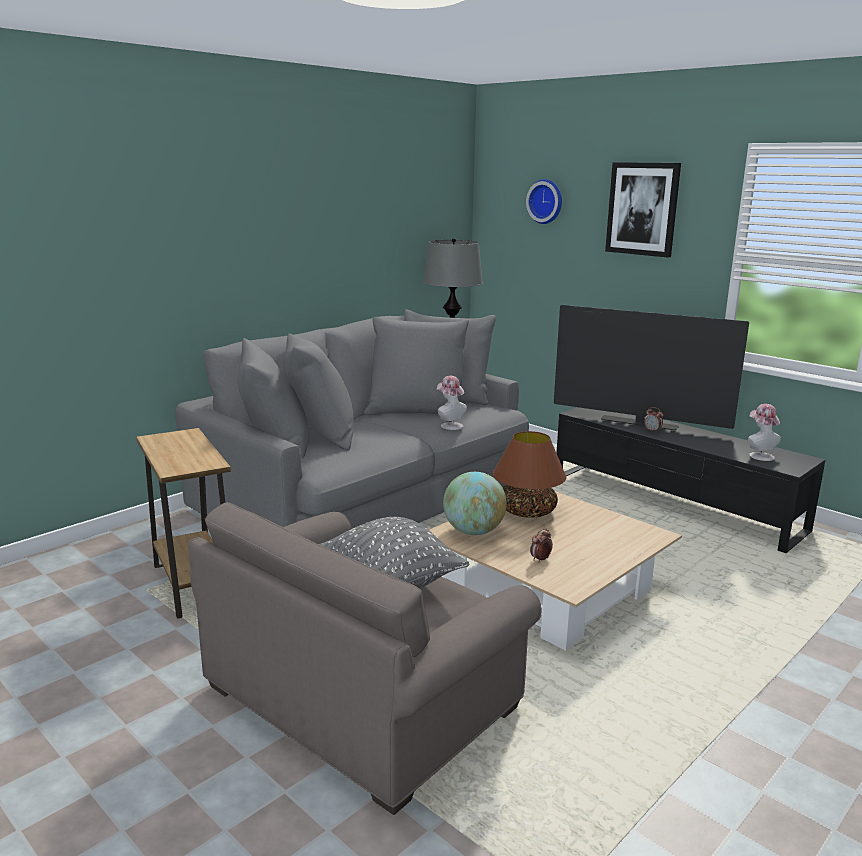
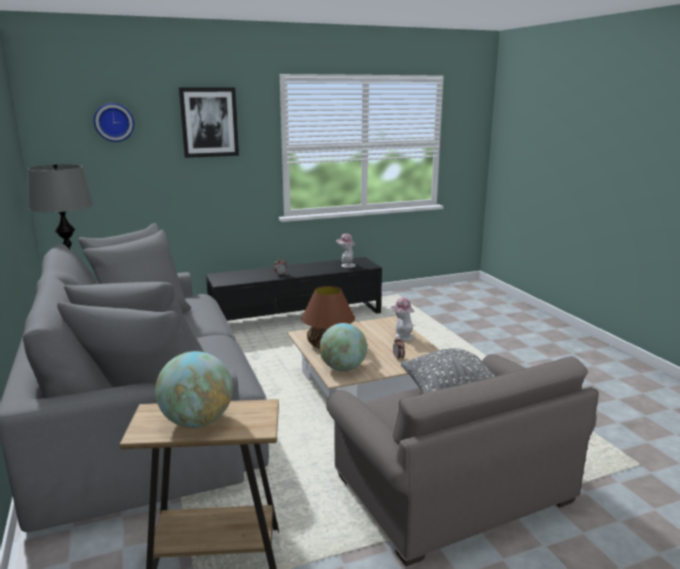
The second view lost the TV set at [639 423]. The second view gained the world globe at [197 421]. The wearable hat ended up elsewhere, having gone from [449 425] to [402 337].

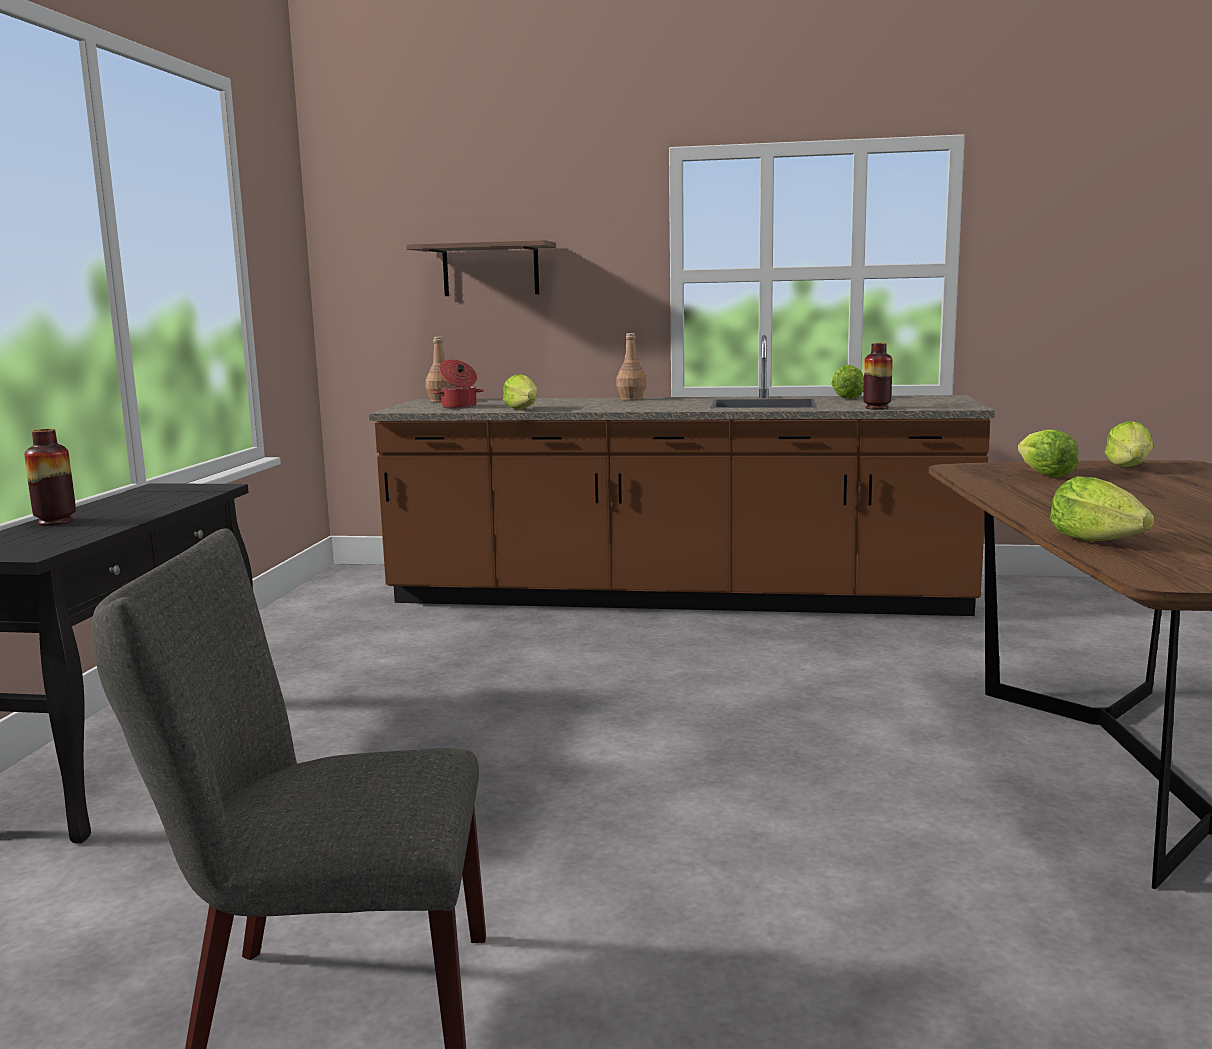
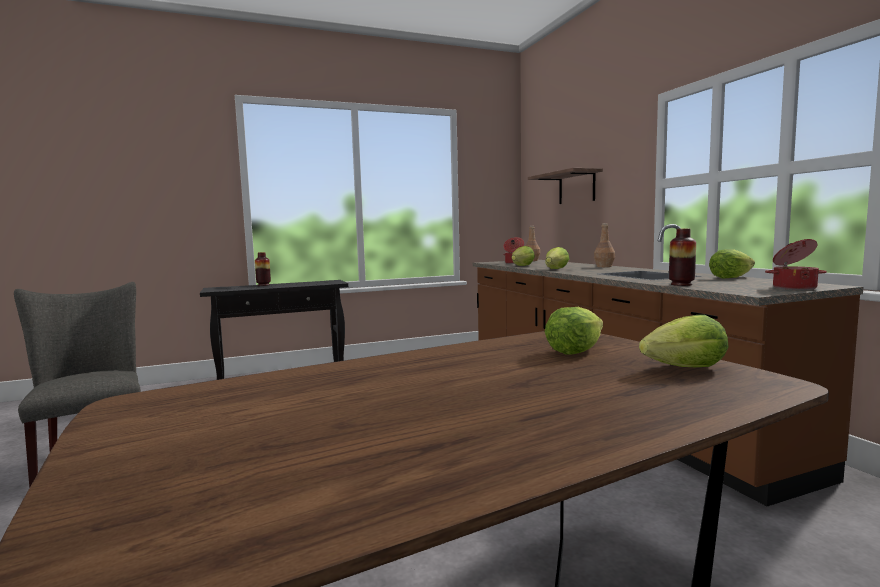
The second view gained the cooking pot at [793 288]. The head of lettuce ended up elsewhere, having gone from [1095 541] to [556 269].

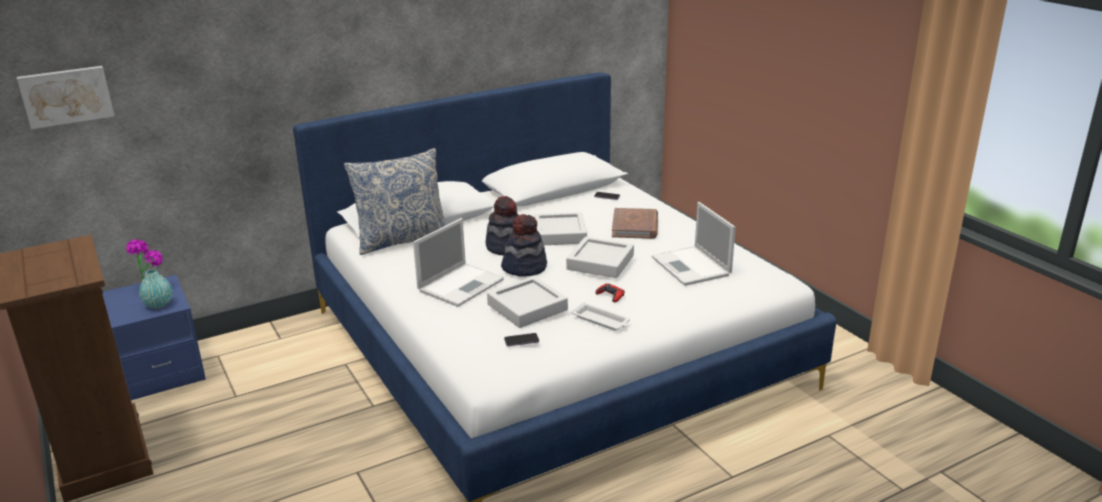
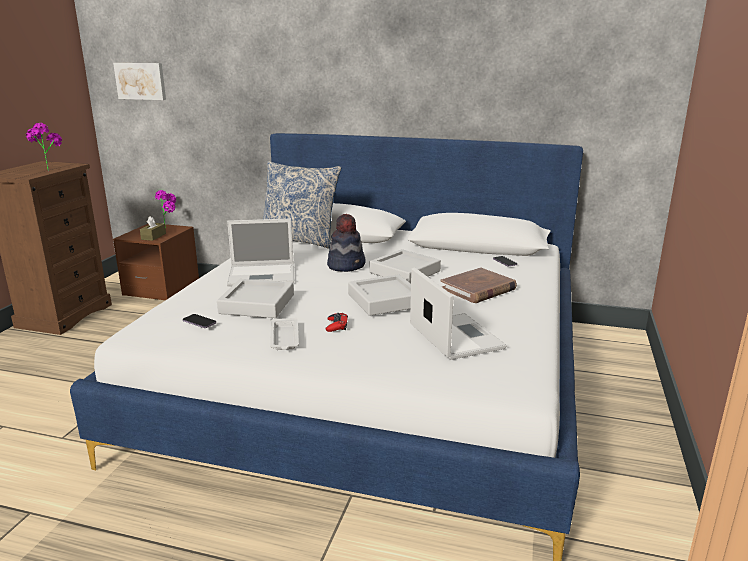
The second view lost the wearable hat at [524 267]. The second view gained the potted plant at [49 170]. Where the flower vase (turquoise-coloured) stood at [158 304], the tissue box (brown) came to stand at [153 236]. What was the nightstand (blue) at [161 371] turned into the nightstand (brown) at [162 288]. The notebook computer at [692 267] ended up facing another way, 135 degrees clockwise from before.

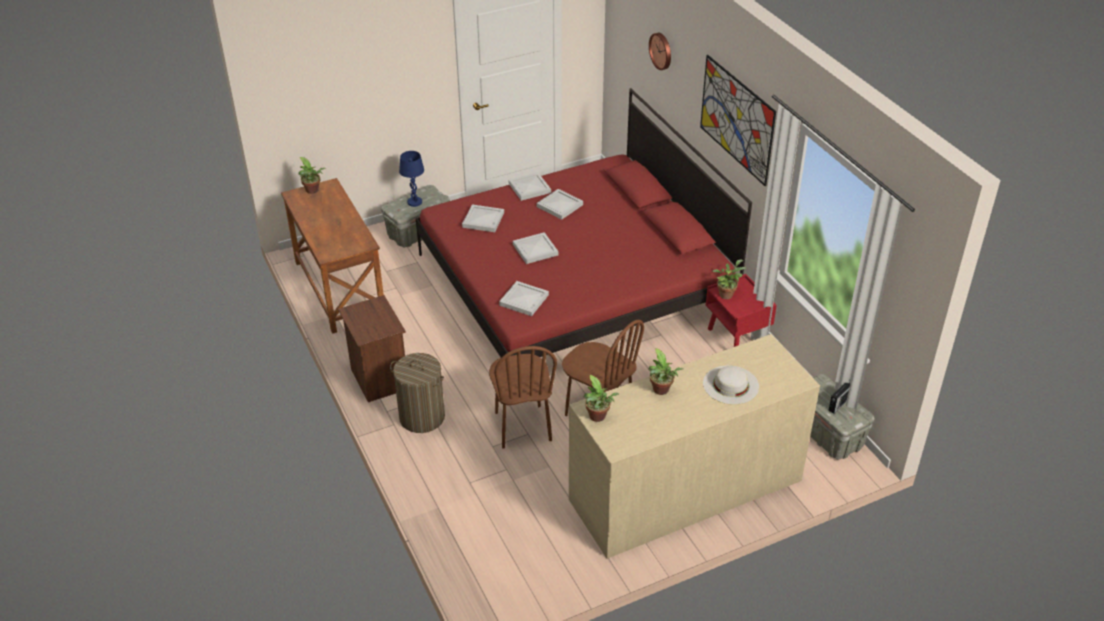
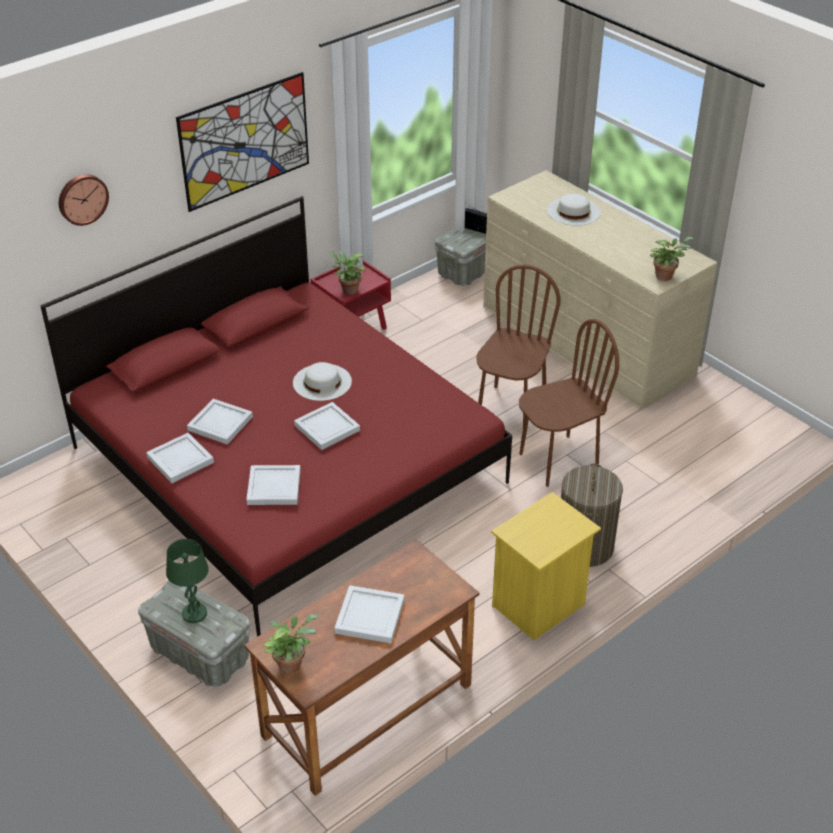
The second view lost the potted plant at [661 391]. The second view gained the wearable hat (white-coloured) at [322 382]. The serving tray (white-coloured) ended up elsewhere, having gone from [524 300] to [371 616]. What was the nightstand (brown) at [378 379] turned into the nightstand (yellow-coloured) at [540 606]. What was the lamp for a table (blue) at [415 202] turned into the lamp for a table (green-coloured) at [194 613].

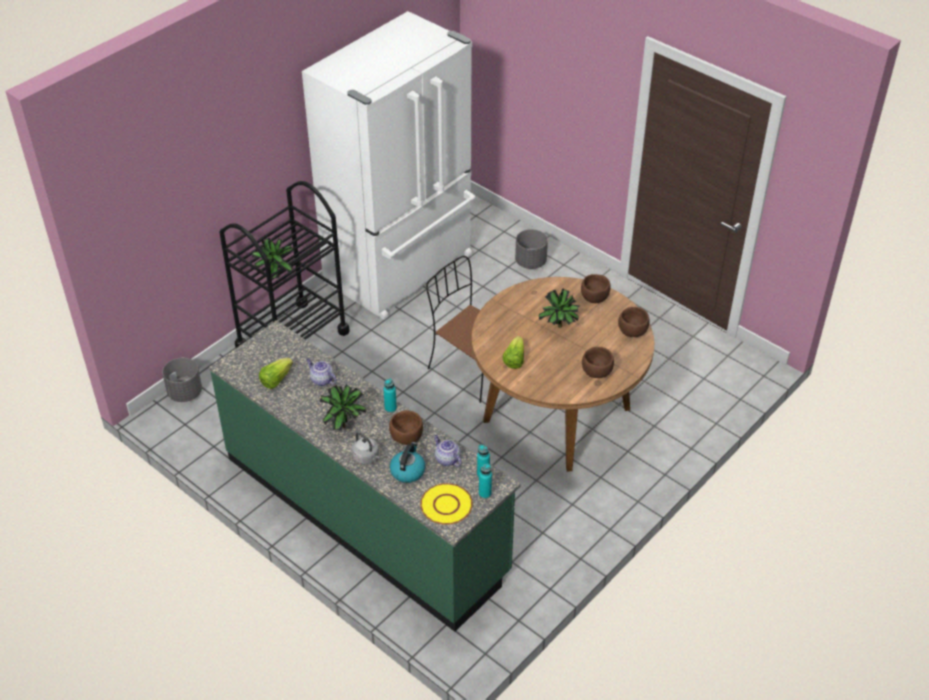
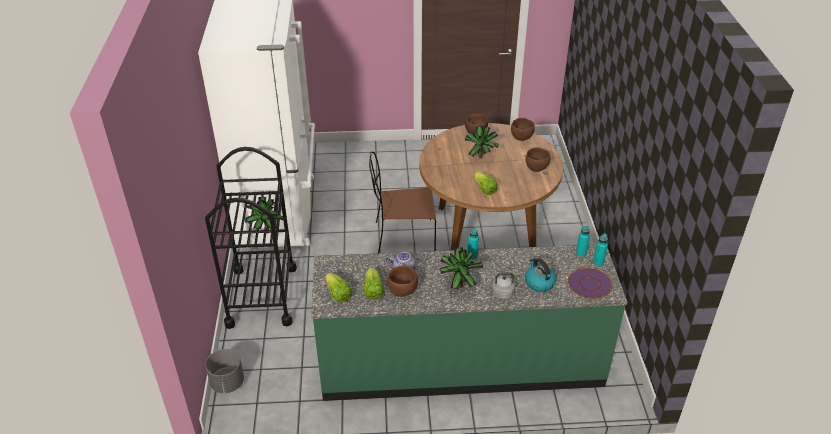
The second view lost the tea pot at [447 459]. The second view lost the plant pot (greyish) at [530 262]. The second view gained the head of lettuce at [338 294]. The bowl (brown) ended up elsewhere, having gone from [407 438] to [403 290]. What was the flat dish (yellow-coloured) at [446 505] turned into the flat dish (purplish) at [589 284].

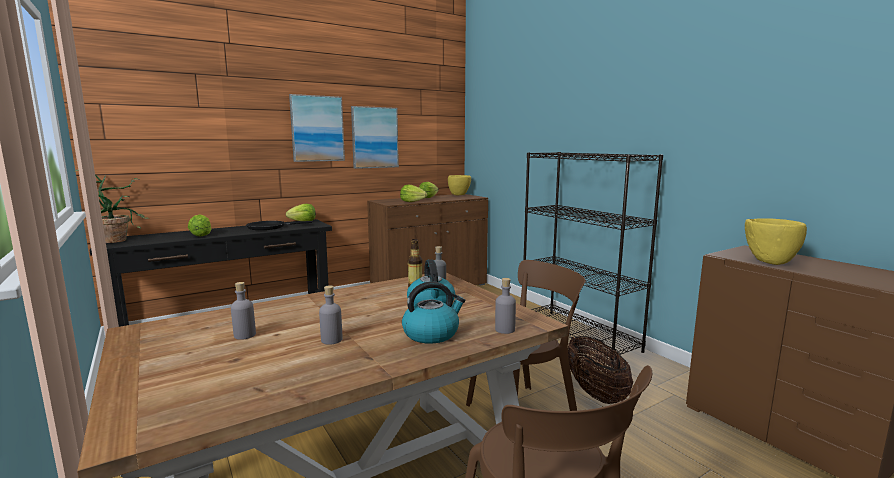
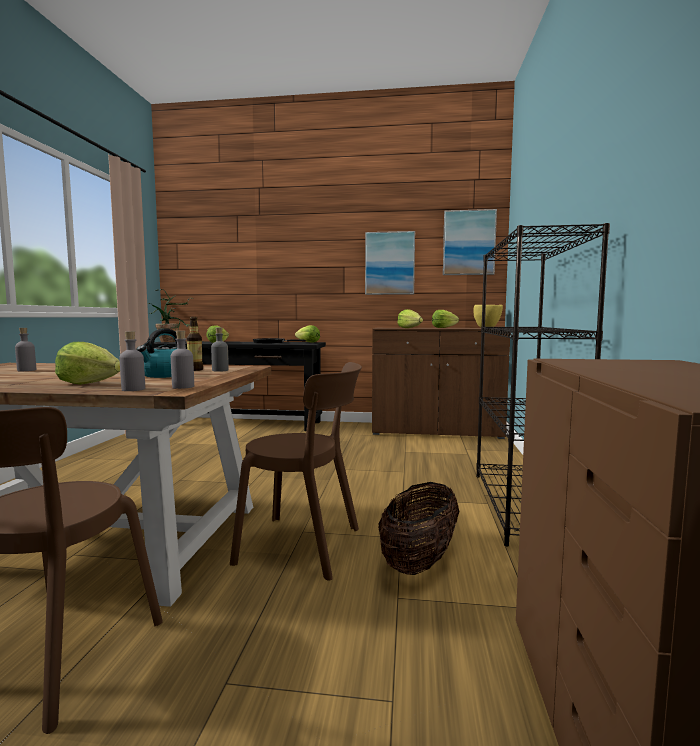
The second view lost the bowl (yellow-coloured) at [769 262]. The wall art ended up elsewhere, having gone from [317 128] to [469 243]. The beverage bottle (greyish) ended up elsewhere, having gone from [331 340] to [183 387]. Where the kettle stood at [431 334], the head of lettuce came to stand at [89 383].

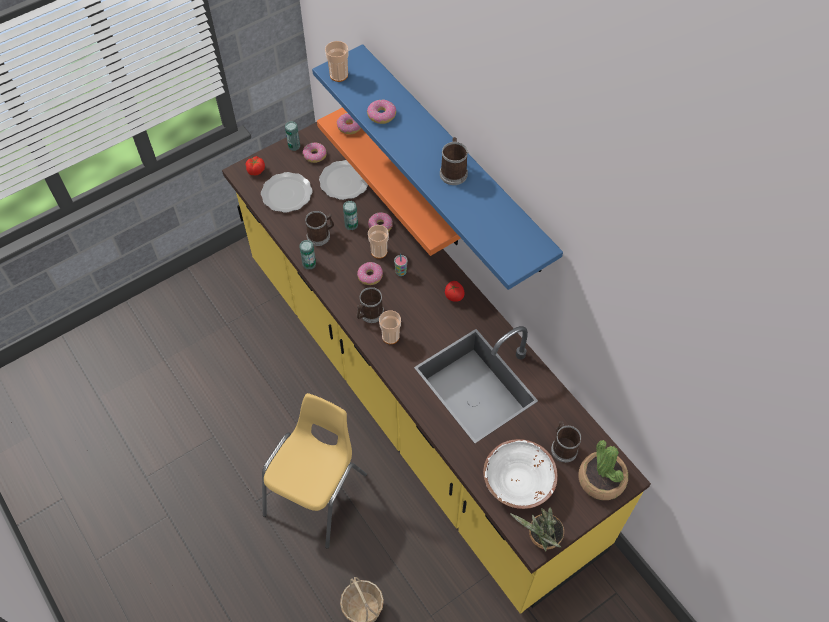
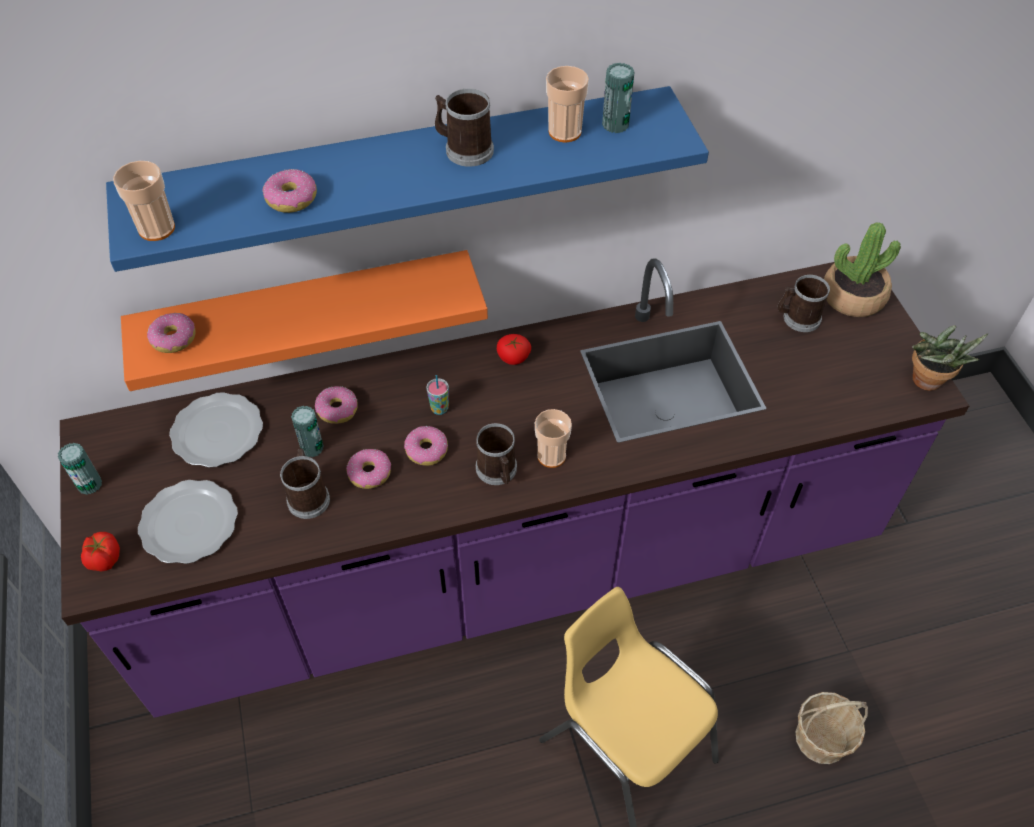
The second view lost the bowl (white-coloured) at [518 482]. The sealed can ended up elsewhere, having gone from [309 264] to [615 124]. The donut ended up elsewhere, having gone from [314 155] to [369 473]. The small cup ended up elsewhere, having gone from [379 251] to [564 132]. What was the kitchen base unit (yellow-coloured) at [414 398] turned into the kitchen base unit (purplish) at [517 566].

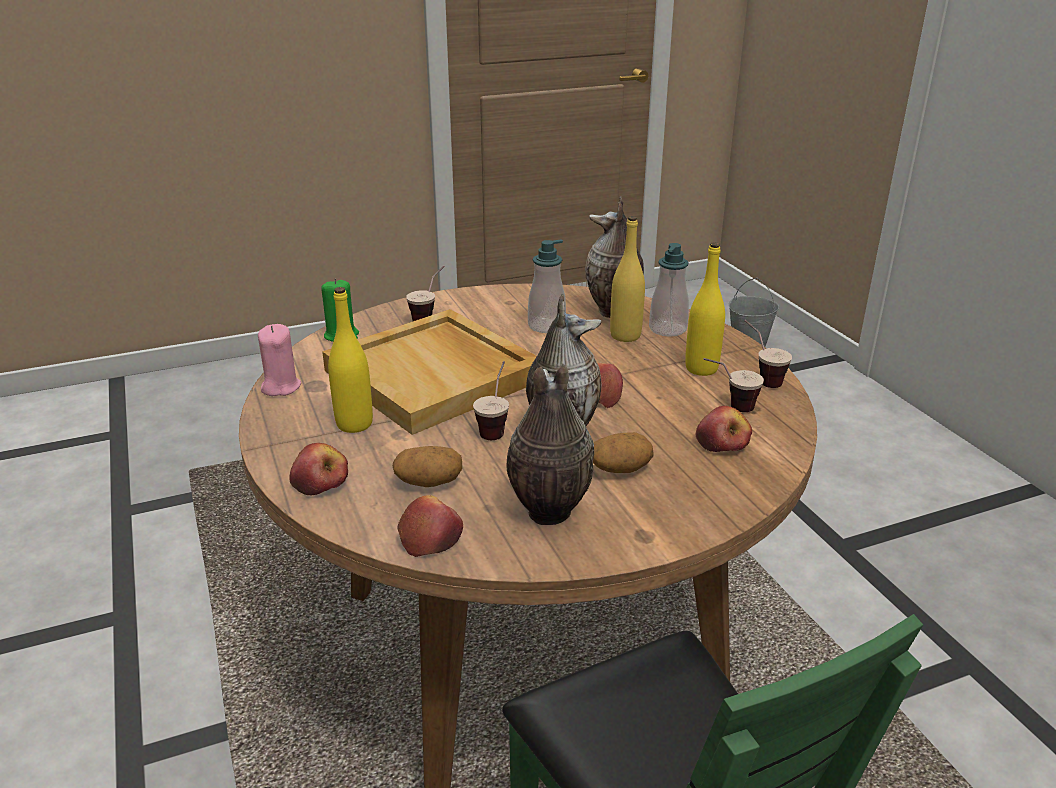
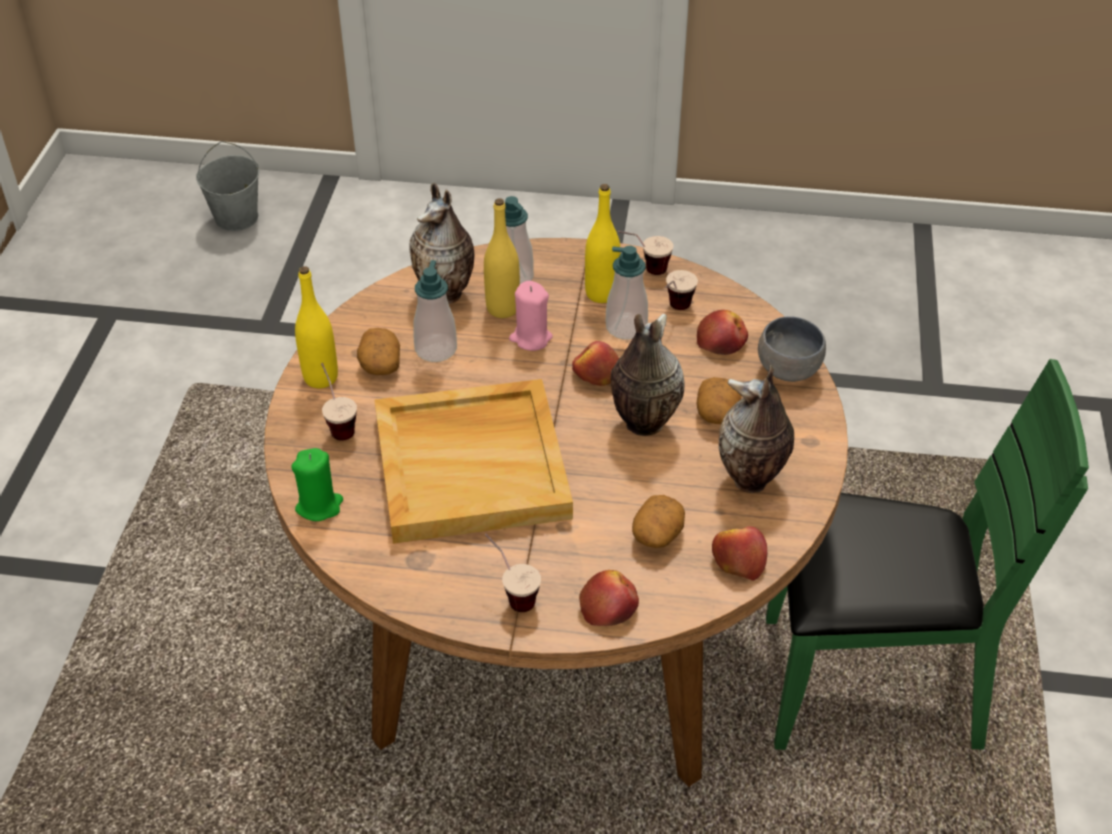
The second view gained the whole potato at [380 363]. The second view gained the liquid soap bottle at [626 327]. The second view gained the bowl (greyish) at [790 371]. The candle (pink) ended up elsewhere, having gone from [281 387] to [530 338]. The beverage bottle (yellow-coloured) ended up elsewhere, having gone from [354 424] to [321 378]. The small cup ended up elsewhere, having gone from [495 427] to [511 594].

